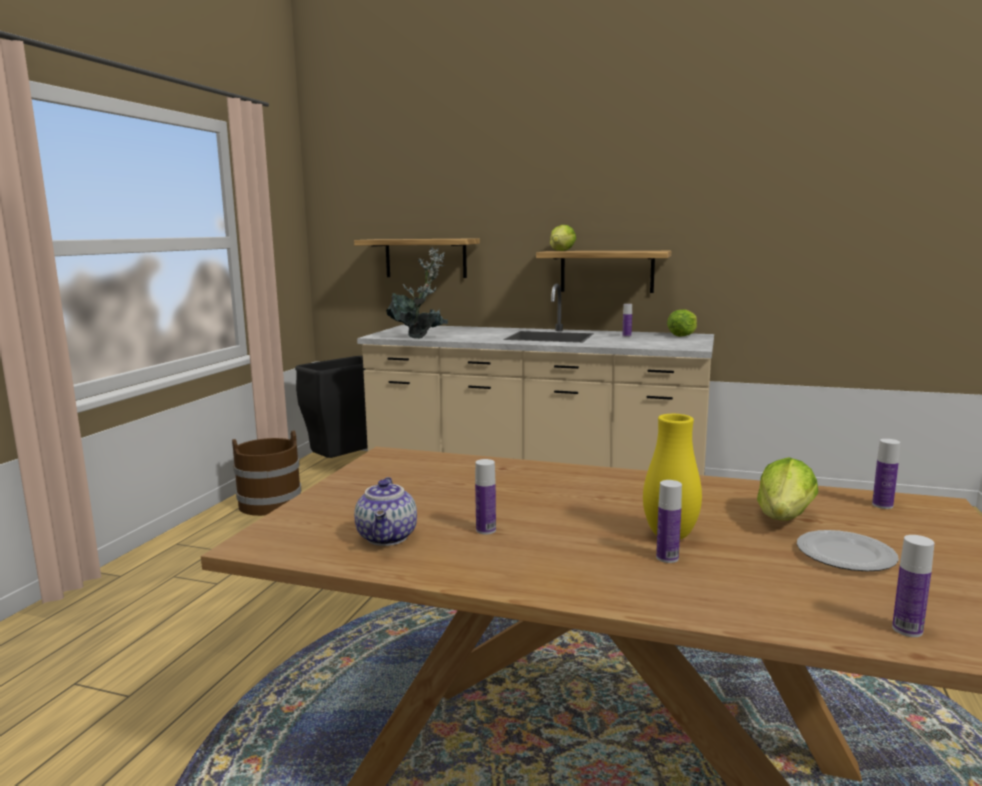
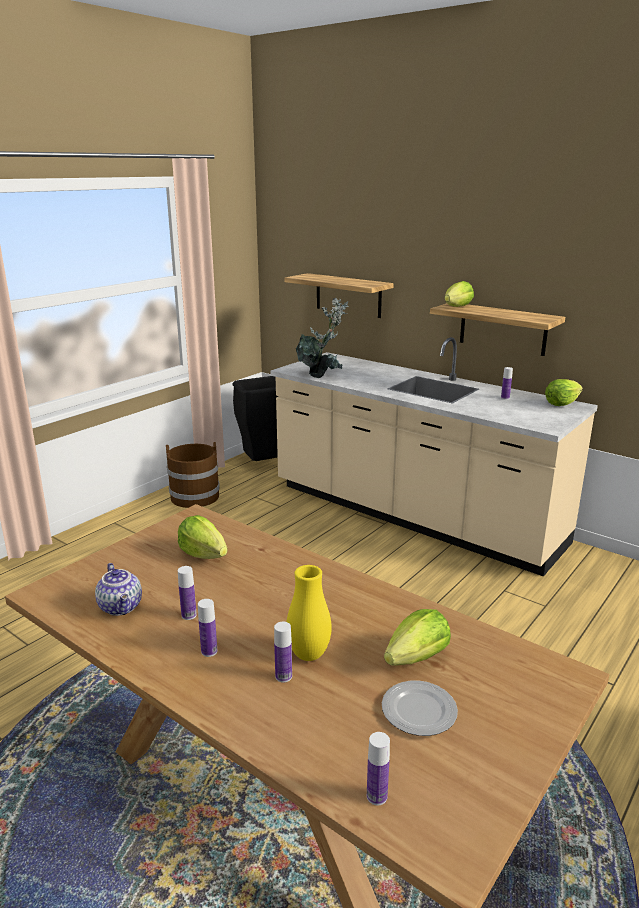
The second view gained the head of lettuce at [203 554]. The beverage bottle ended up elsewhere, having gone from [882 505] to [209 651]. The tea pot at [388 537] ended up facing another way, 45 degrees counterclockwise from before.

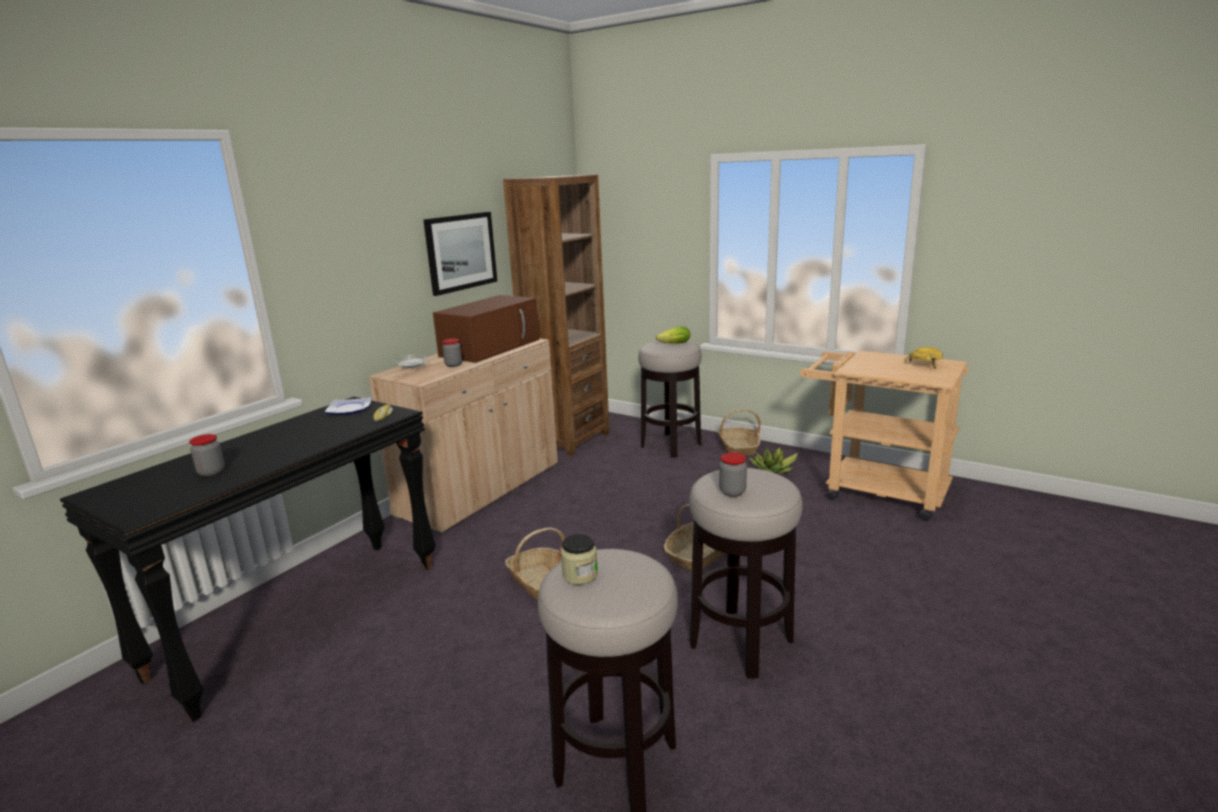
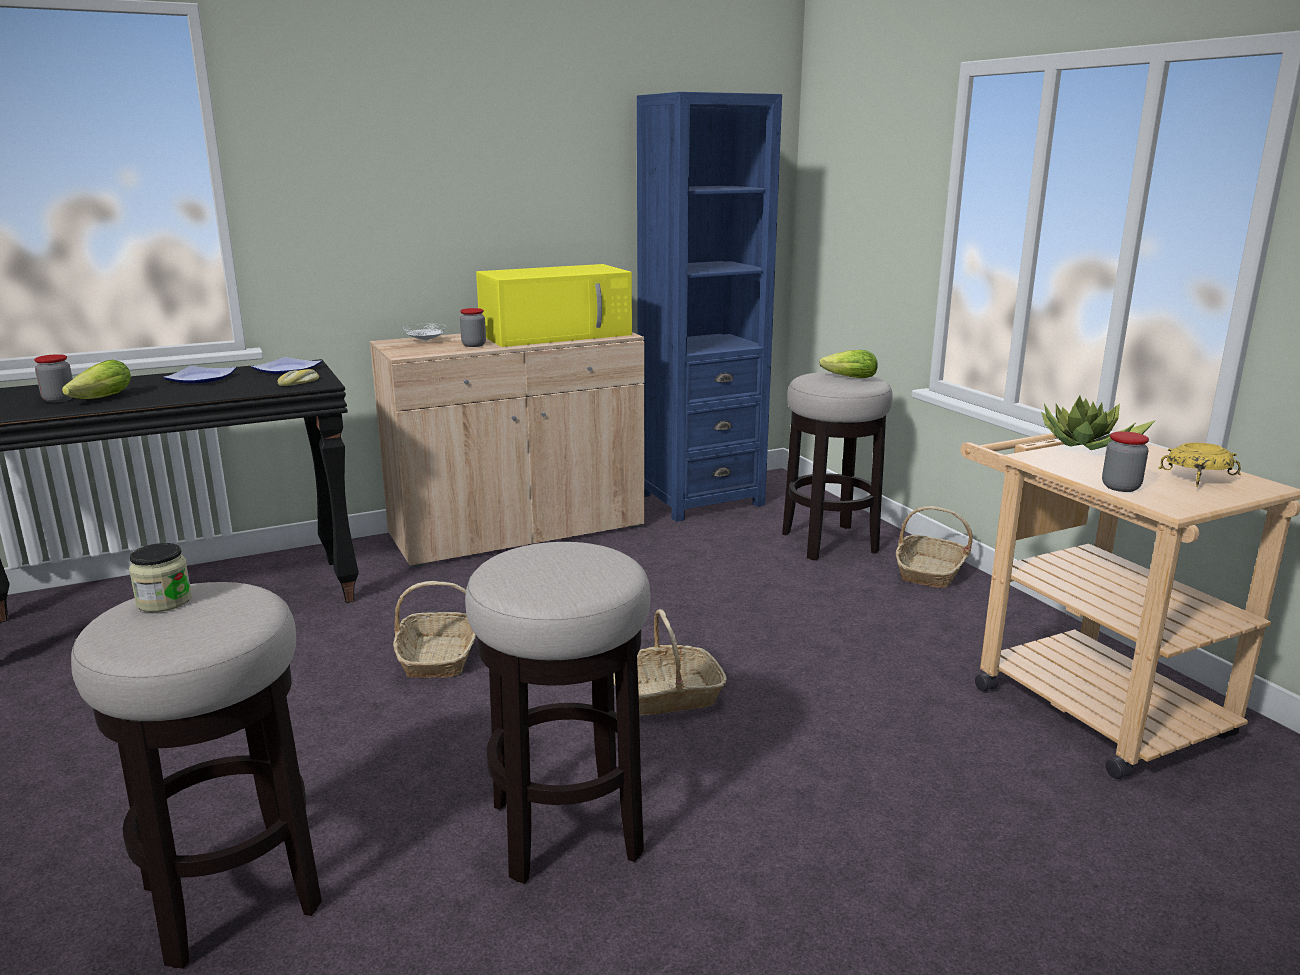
The second view lost the wall art at [461 252]. The second view gained the head of lettuce at [99 399]. The second view gained the flat dish at [201 378]. The jar ended up elsewhere, having gone from [732 492] to [1120 487]. The potted plant ended up elsewhere, having gone from [774 470] to [1088 445]. What was the kitchen microwave (brown) at [491 347] turned into the kitchen microwave (yellow-coloured) at [557 334]. What was the shelving unit (brown) at [568 439] turned into the shelving unit (blue) at [700 500].

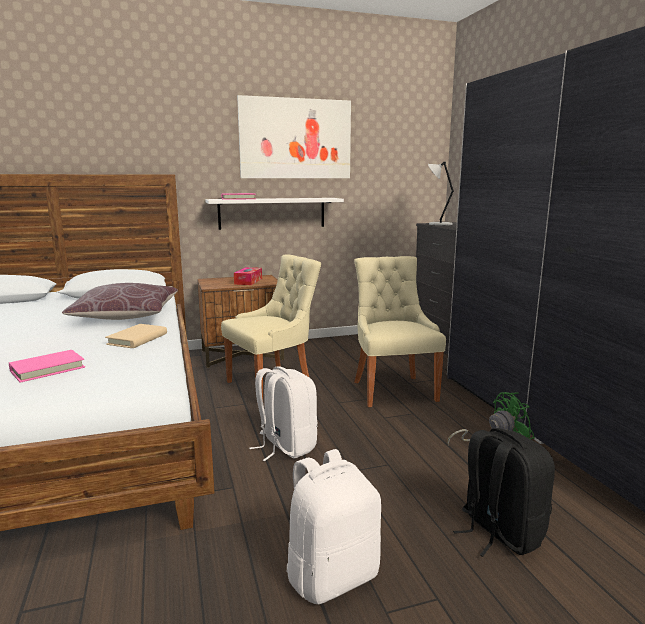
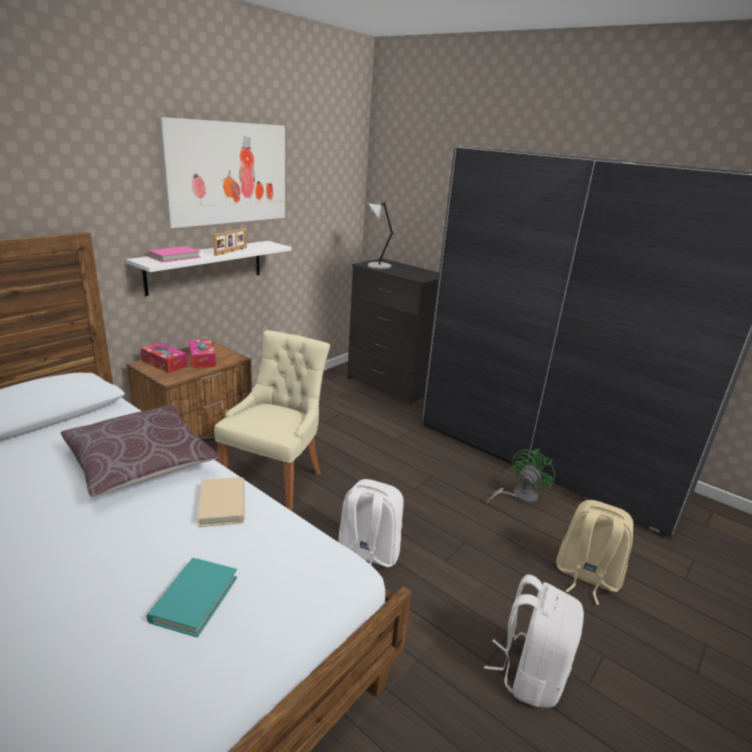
The second view lost the chair (beige) at [393 389]. The second view gained the tissue box at [164 363]. The second view gained the photo frame at [231 251]. What was the volume (pink) at [47 369] turned into the volume (turquoise-coloured) at [194 599]. What was the knapsack (black) at [499 532] turned into the knapsack (beige) at [586 576].

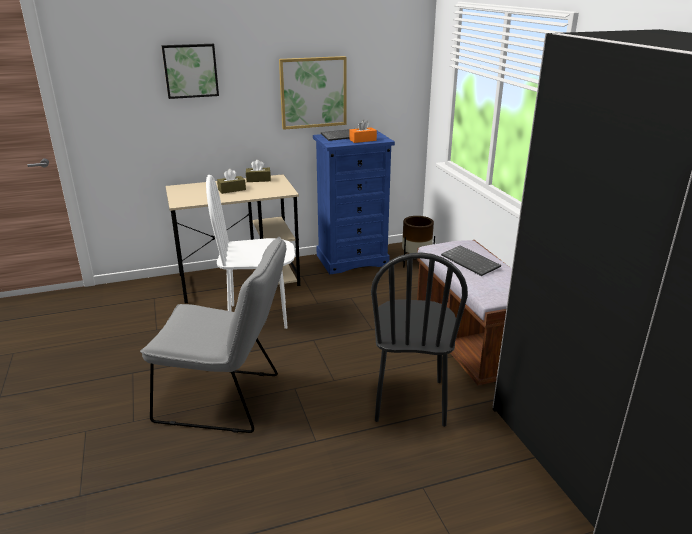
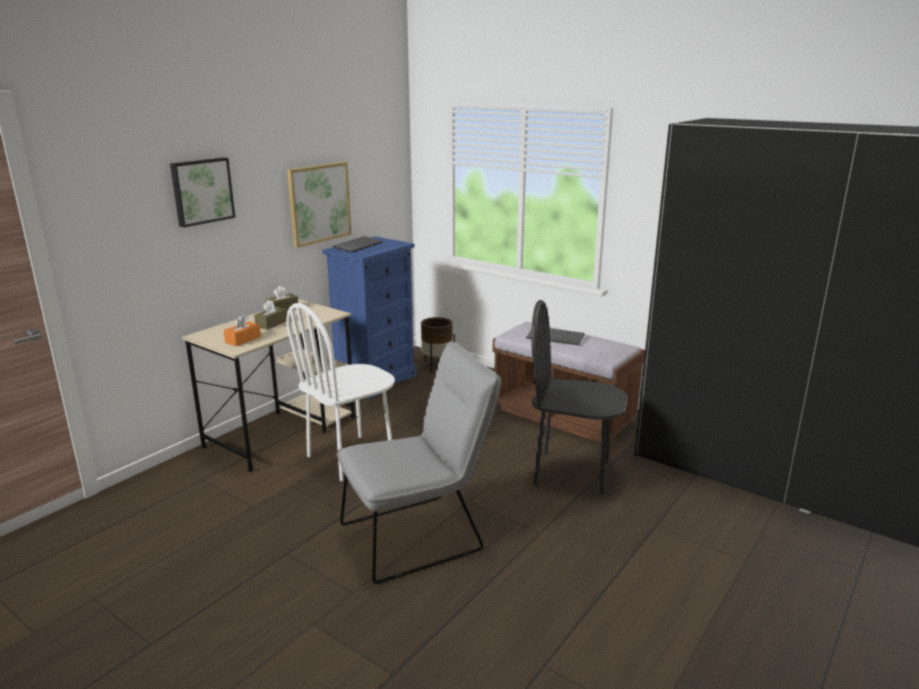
The tissue box (orange-coloured) ended up elsewhere, having gone from [363 140] to [243 340]. The chair (black) at [410 400] ended up facing another way, 135 degrees clockwise from before.

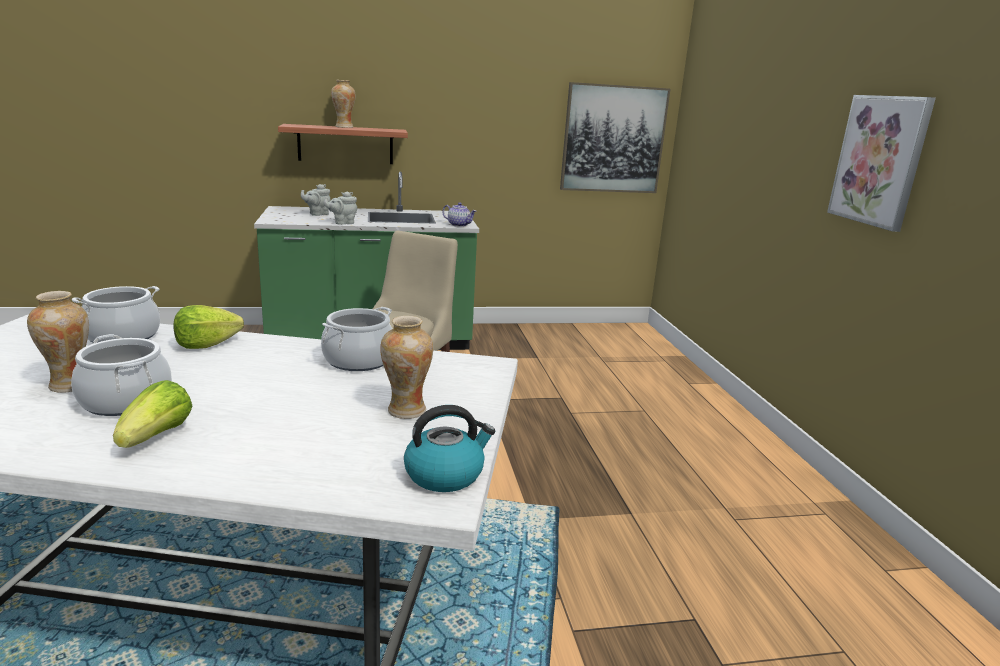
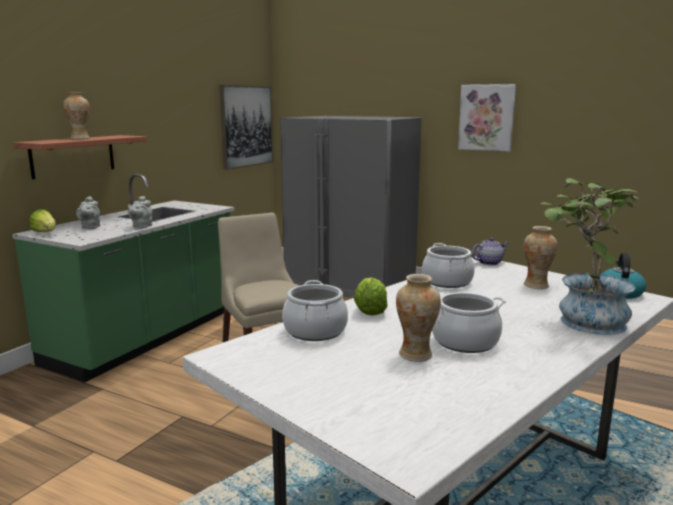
The second view gained the refrigerator (greyish) at [351 284]. The second view gained the potted plant at [582 320]. The head of lettuce ended up elsewhere, having gone from [157 437] to [45 233]. The tea pot ended up elsewhere, having gone from [459 225] to [489 263].

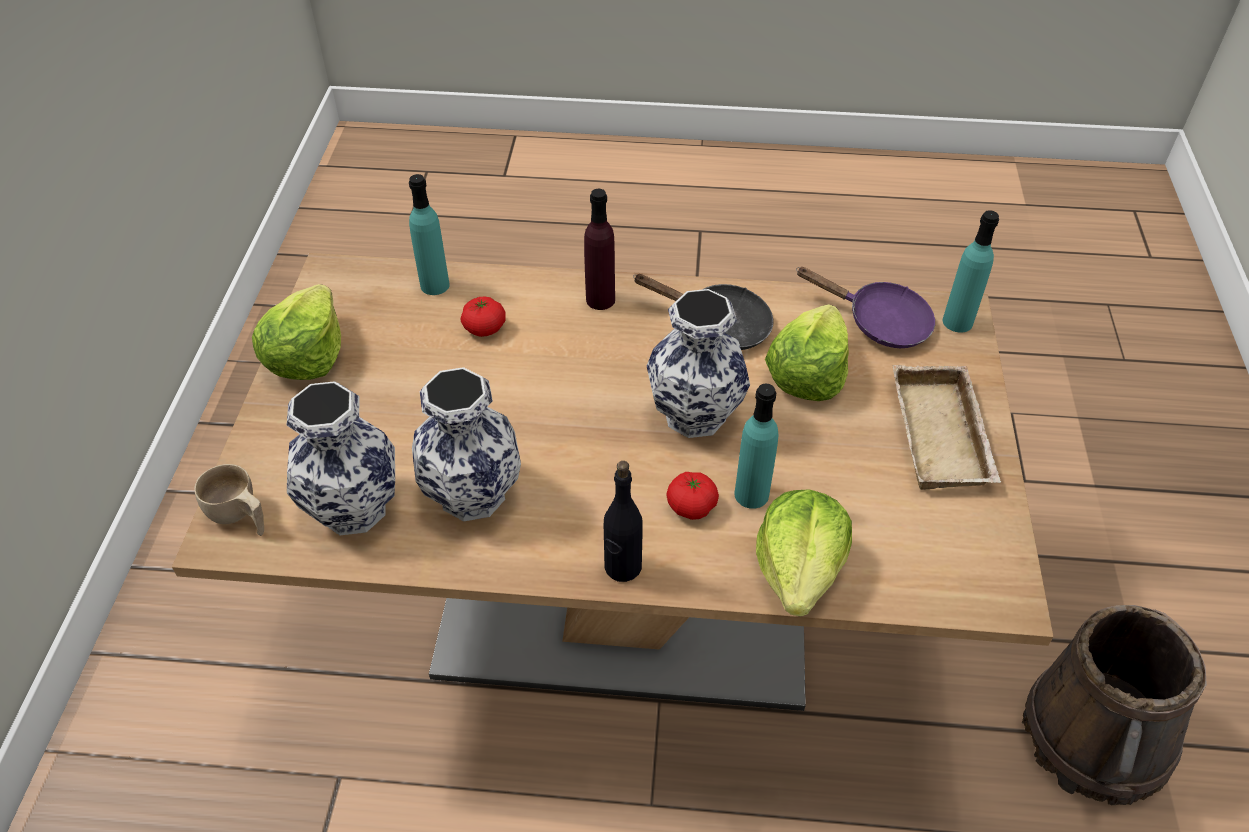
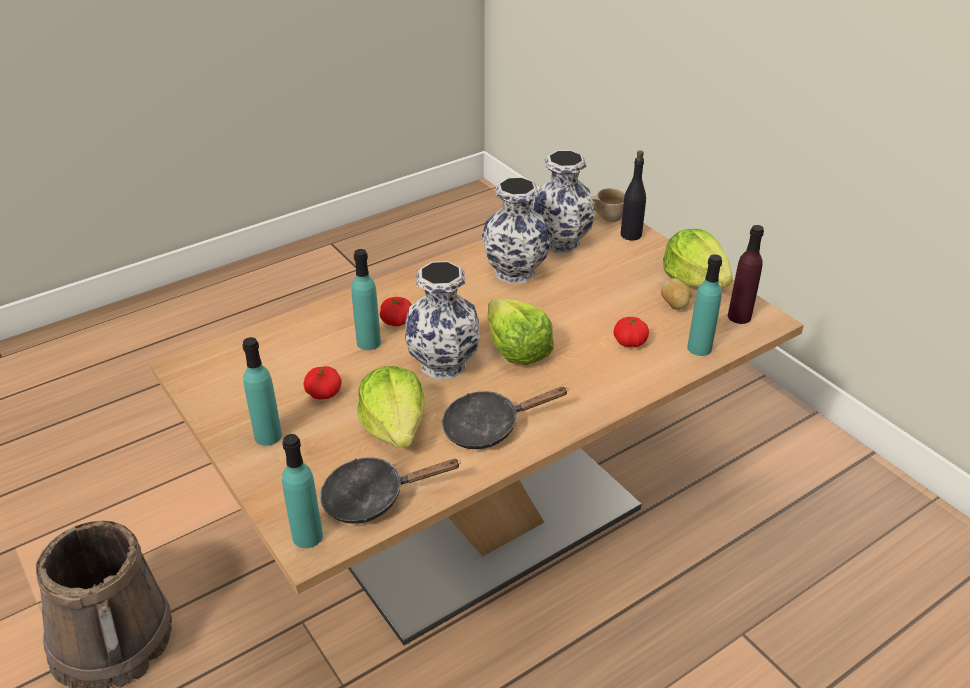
The second view gained the whole tomato at [324 393]. The second view gained the whole potato at [675 305]. The beverage bottle (purplish) ended up elsewhere, having gone from [600 299] to [739 316]. The beverage bottle (black) ended up elsewhere, having gone from [622 567] to [631 235]. The head of lettuce ended up elsewhere, having gone from [799 569] to [516 349]. Where the serving tray (beige) stood at [944 436], the beverage bottle (turquoise-coloured) came to stand at [268 436]. What was the pan (purplish) at [879 322] turned into the pan (black) at [372 498].

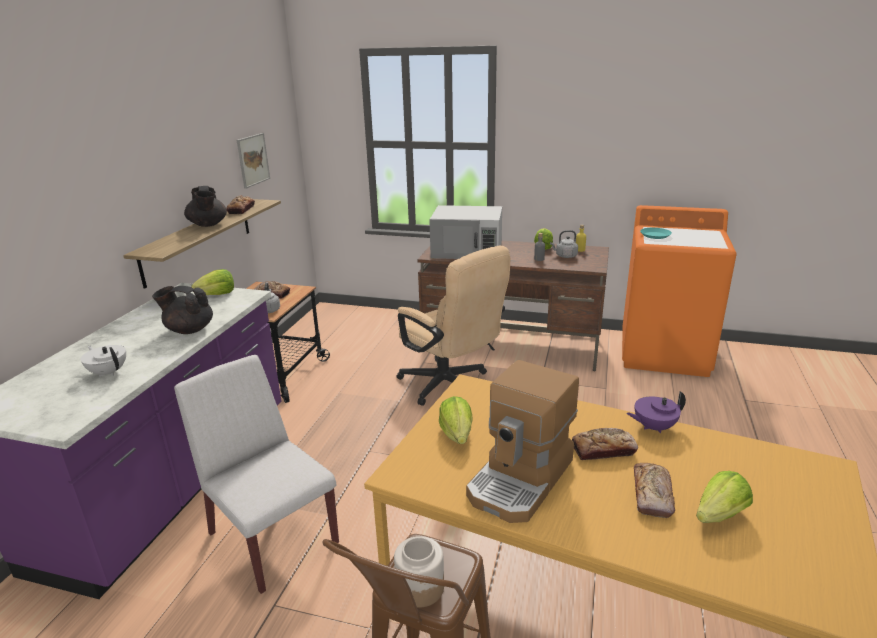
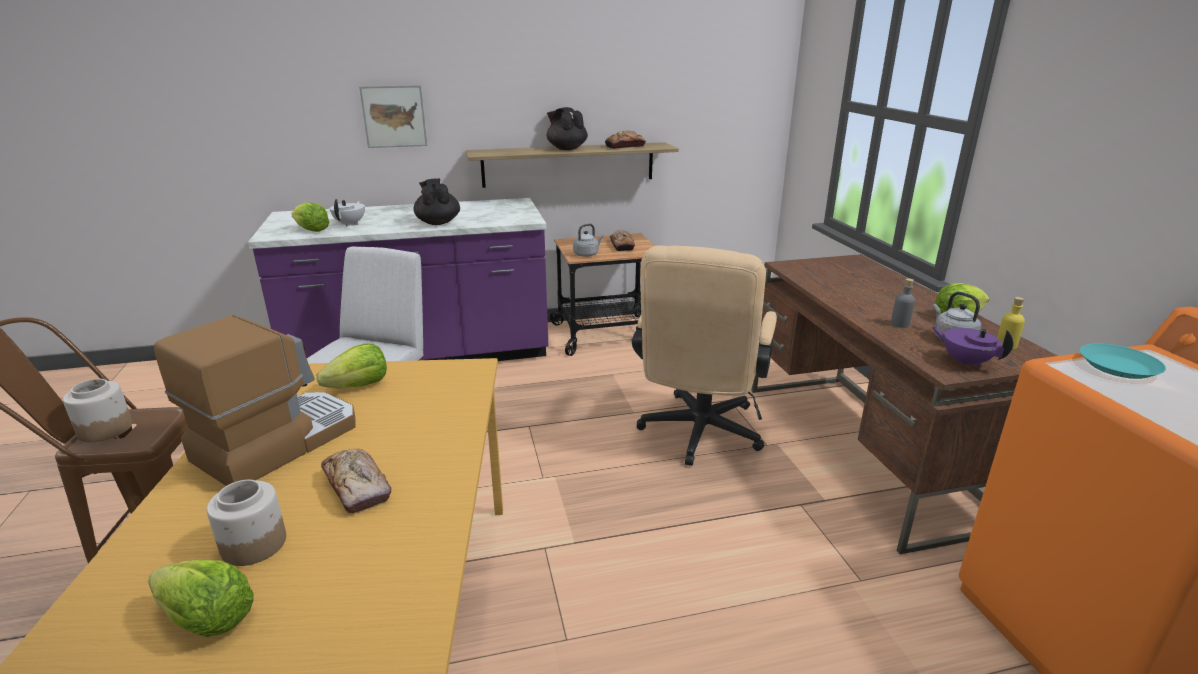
The second view lost the kitchen microwave (white-coloured) at [467 250]. The head of lettuce ended up elsewhere, having gone from [217 295] to [311 230]. The wall art ended up elsewhere, having gone from [253 160] to [394 116]. The tea pot (purplish) ended up elsewhere, having gone from [653 427] to [965 362]. Where the baked bread stood at [652 495], the jar came to stand at [253 545]. The tea pot (black) at [208 225] ended up facing another way, 105 degrees clockwise from before. The coffee maker at [521 479] ended up facing another way, 120 degrees clockwise from before.

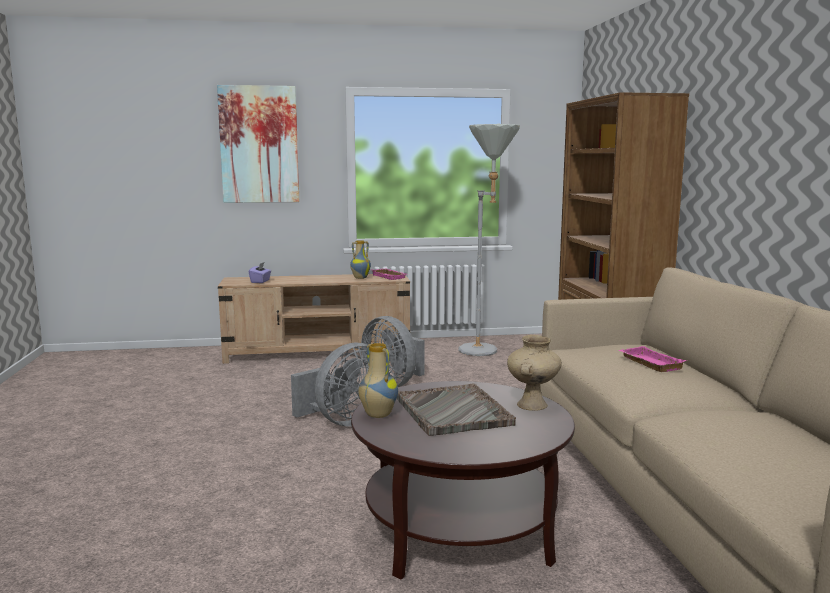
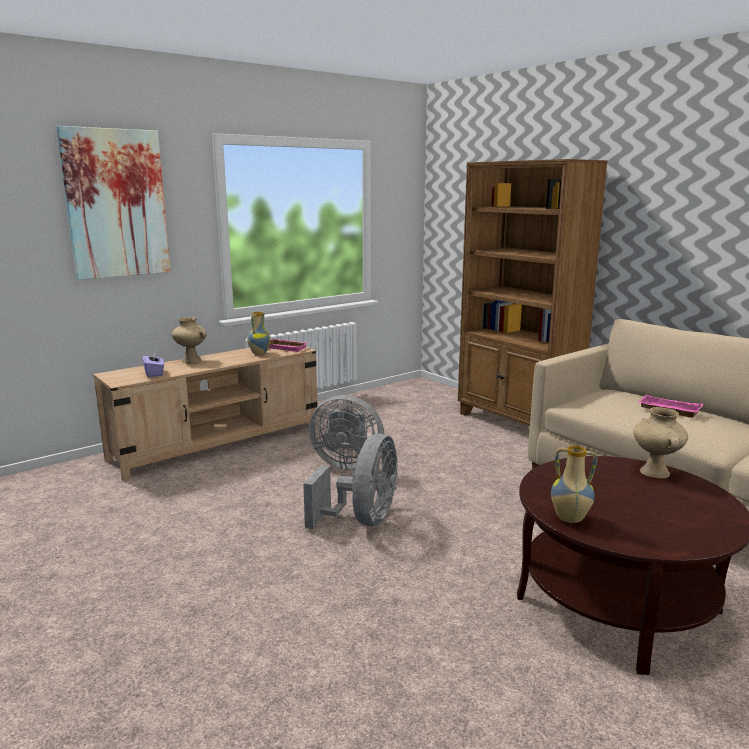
The second view lost the serving tray (greyish) at [453 412]. The second view lost the standard lamp (greyish) at [486 352]. The second view gained the flower vase (beige) at [190 360].

